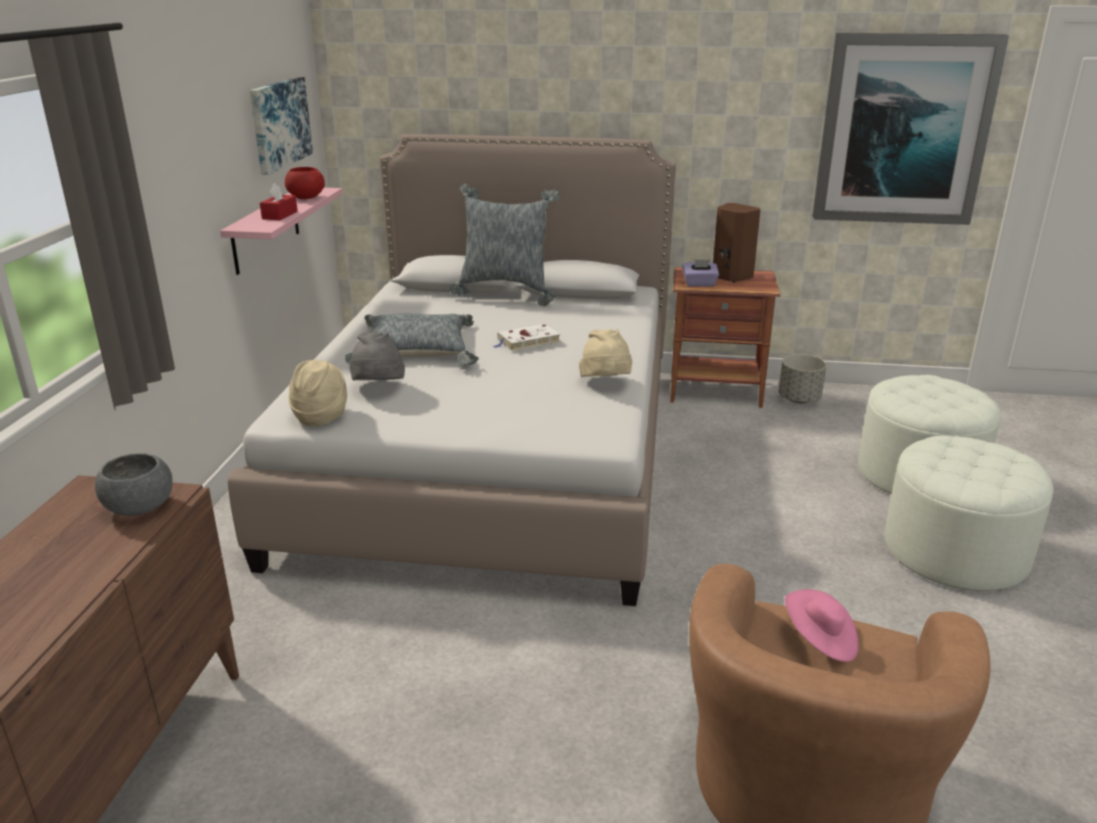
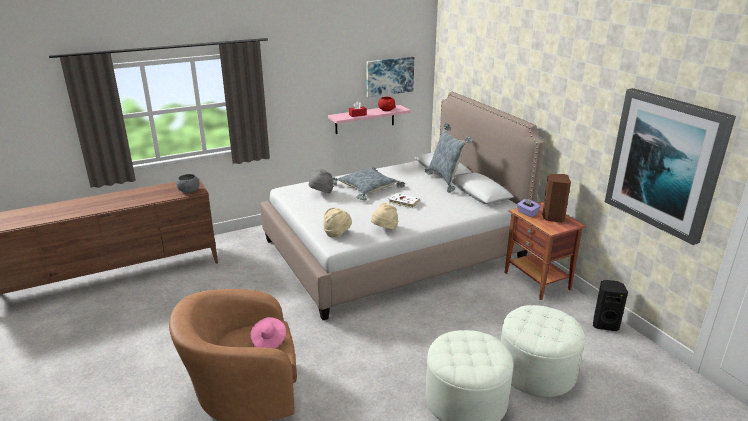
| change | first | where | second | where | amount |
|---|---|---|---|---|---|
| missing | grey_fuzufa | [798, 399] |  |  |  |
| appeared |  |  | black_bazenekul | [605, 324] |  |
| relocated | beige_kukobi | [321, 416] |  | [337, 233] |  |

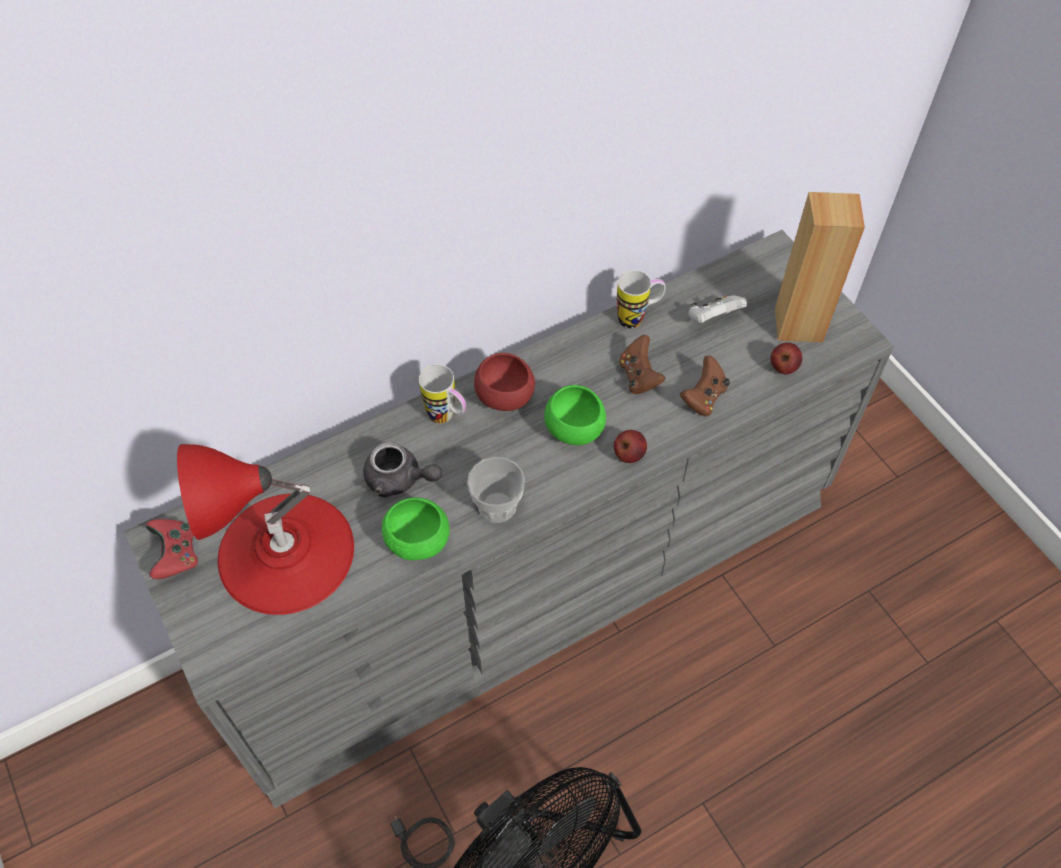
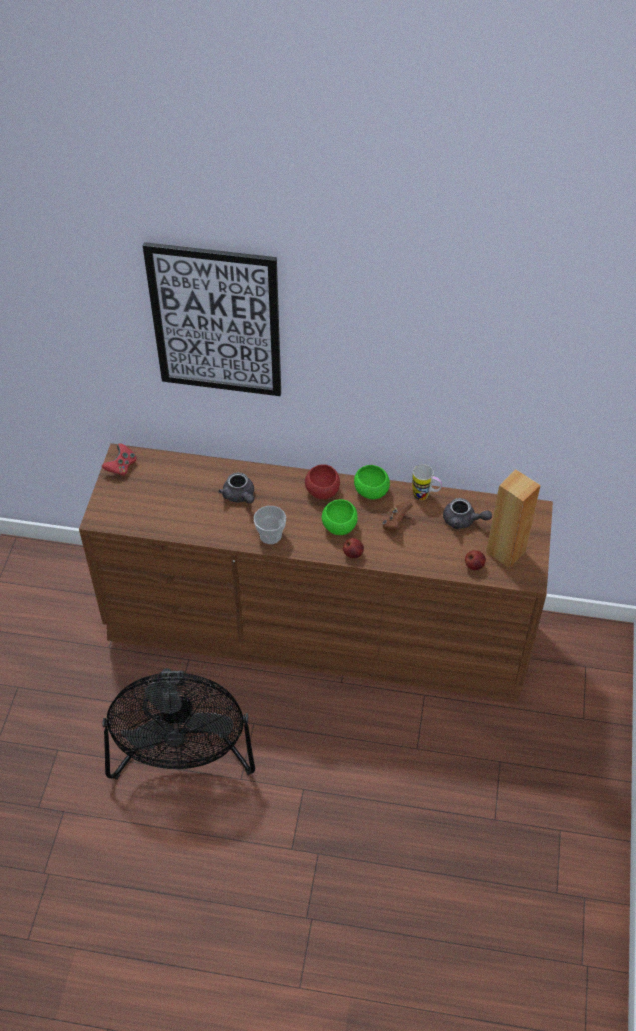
| change | first | where | second | where | amount |
|---|---|---|---|---|---|
| missing | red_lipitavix | [285, 552] |  |  |  |
| missing | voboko | [447, 418] |  |  |  |
| missing | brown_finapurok | [703, 398] |  |  |  |
| appeared |  |  | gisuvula | [216, 321] |  |
| relocated | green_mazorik | [418, 542] |  | [371, 492] |  |
| exchanged | white_finapurok | [712, 319] | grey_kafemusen | [463, 521] |  |
| colour | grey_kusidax | [529, 581] | brown_kusidax | [318, 626] |  |

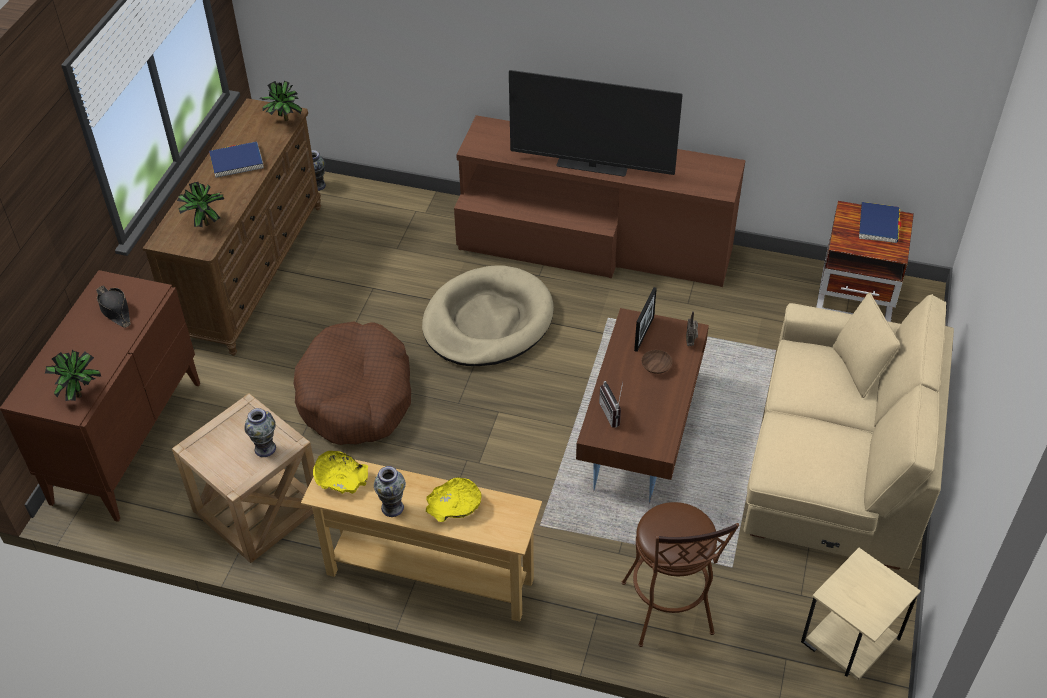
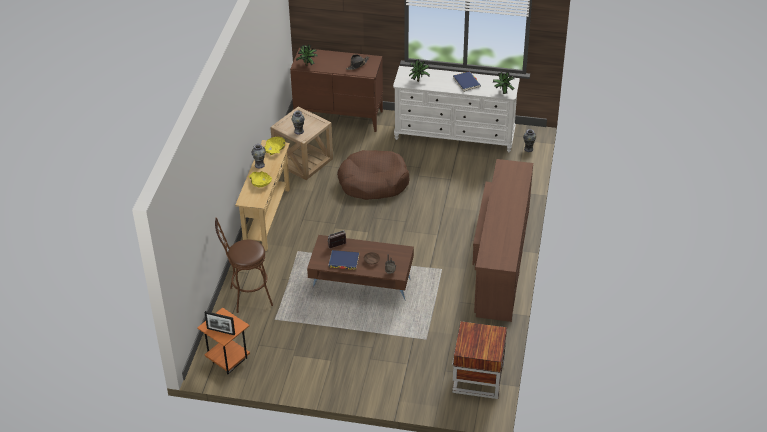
| change | first | where | second | where | amount |
|---|---|---|---|---|---|
| missing | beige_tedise | [487, 321] |  |  |  |
| missing | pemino | [591, 167] |  |  |  |
| missing | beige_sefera | [836, 468] |  |  |  |
| relocated | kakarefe | [644, 333] |  | [221, 331] |  |
| relocated | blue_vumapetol | [878, 225] |  | [344, 261] |  |
| colour | brown_kusidax | [252, 271] | white_kusidax | [455, 136] |  |
| colour | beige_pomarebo | [847, 647] | orange_pomarebo | [229, 360] |  |

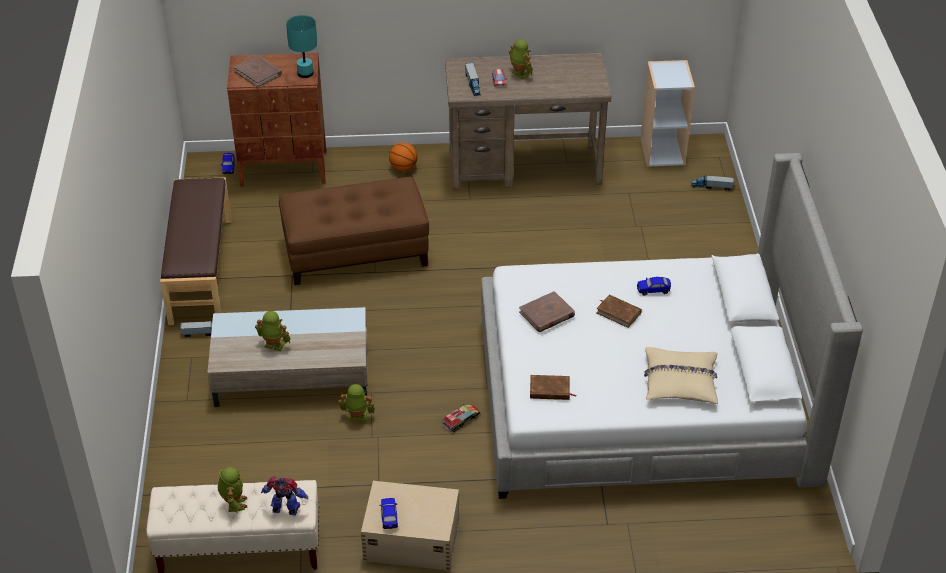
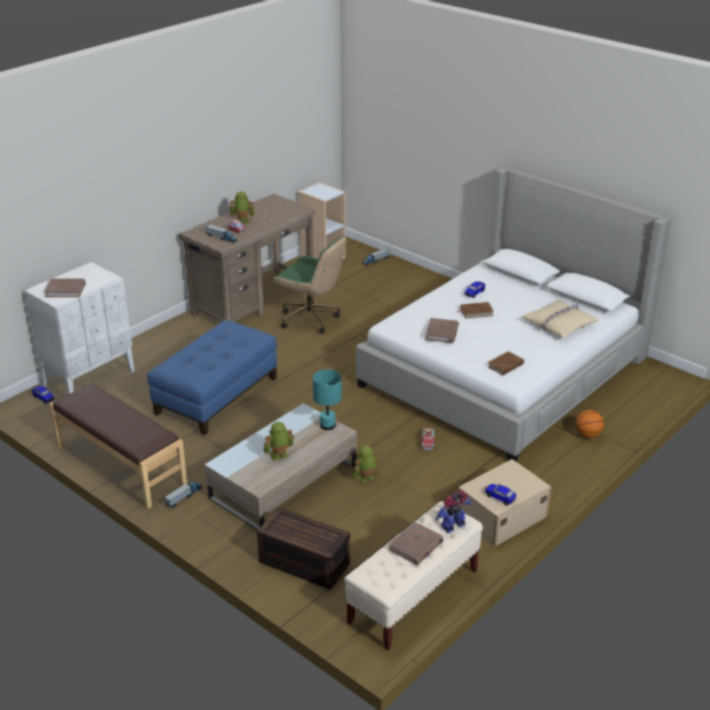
| change | first | where | second | where | amount |
|---|---|---|---|---|---|
| appeared |  |  | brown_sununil | [302, 563] |  |
| appeared |  |  | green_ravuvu | [311, 320] |  |
| relocated | turquoise_lipitavix | [305, 73] |  | [327, 425] |  |
| relocated | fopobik | [403, 168] |  | [588, 435] |  |
| exchanged | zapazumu | [233, 503] | brown_vumapetol | [416, 546] |  |
| colour | brown_kusidax | [284, 170] | white_kusidax | [90, 379] |  |
| colour | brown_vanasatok | [355, 251] | blue_vanasatok | [216, 395] |  |

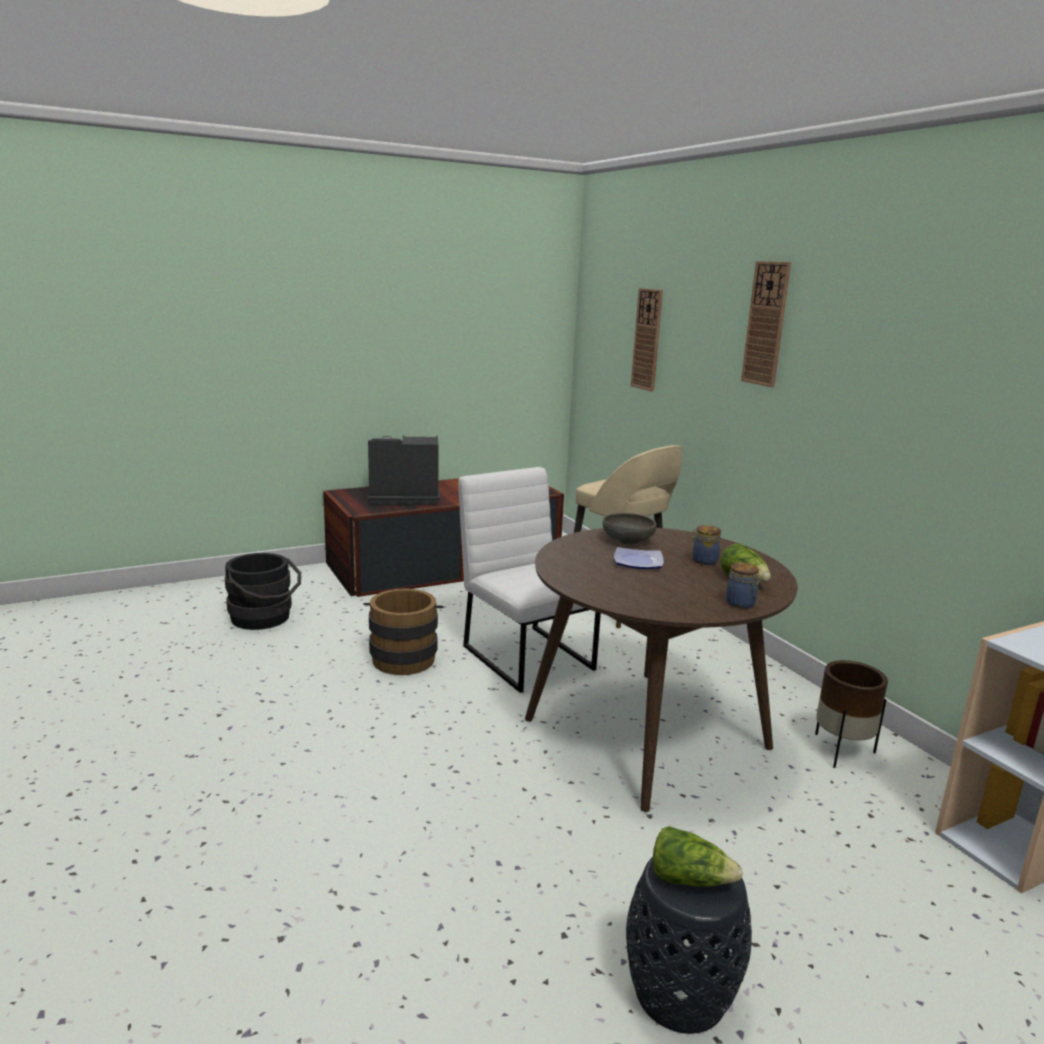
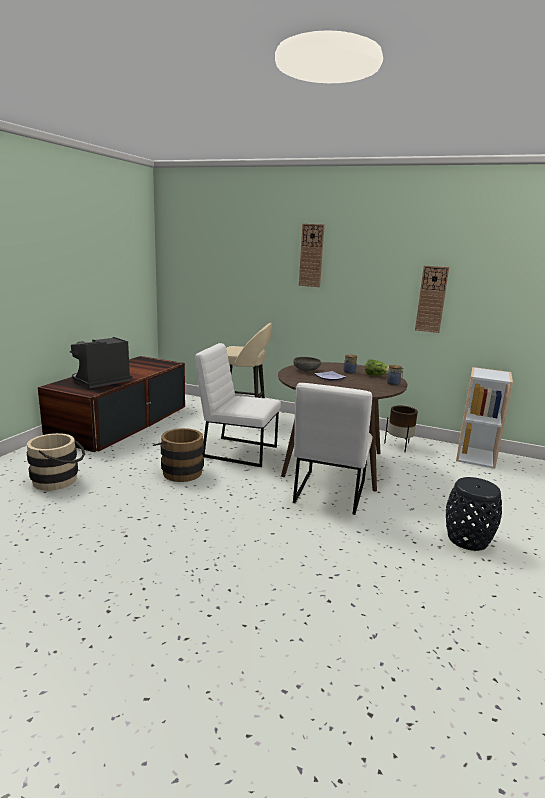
| change | first | where | second | where | amount |
|---|---|---|---|---|---|
| missing | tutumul | [689, 879] |  |  |  |
| appeared |  |  | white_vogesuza | [329, 492] |  |
| relocated | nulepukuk | [647, 339] |  | [431, 299] |  |
| colour | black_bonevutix | [265, 619] | beige_bonevutix | [59, 480] |  |

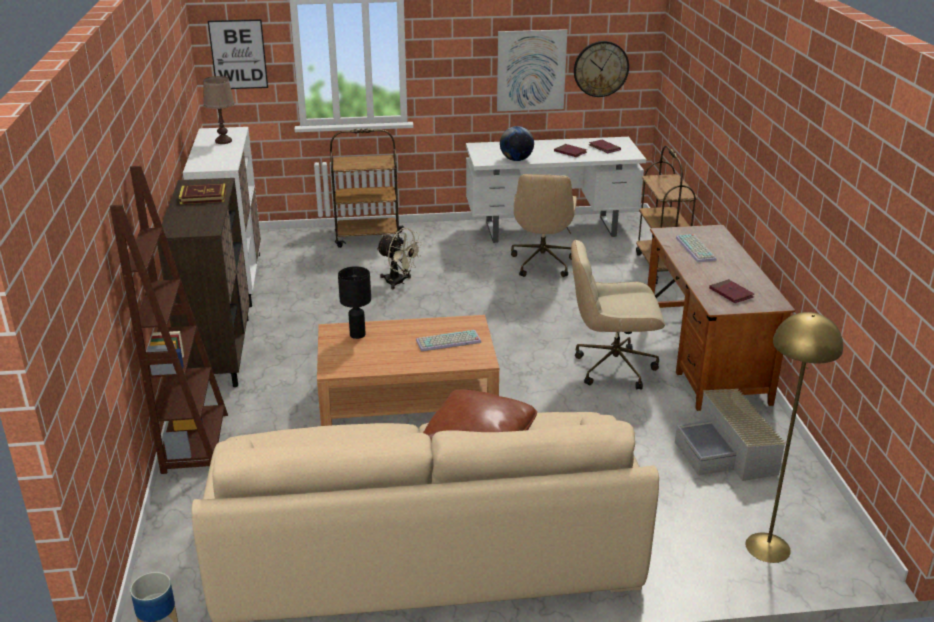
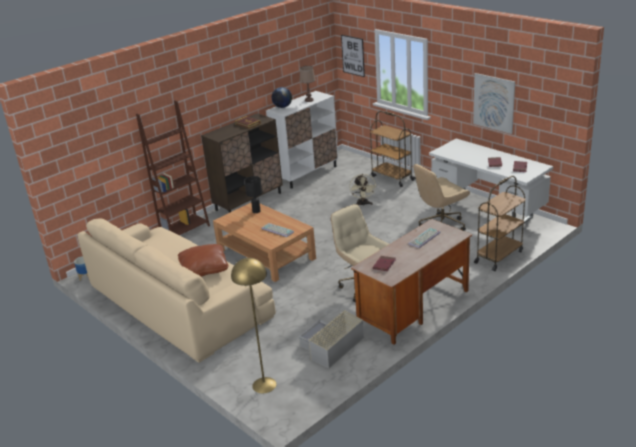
| change | first | where | second | where | amount |
|---|---|---|---|---|---|
| missing | nulepukuk | [601, 69] |  |  |  |
| relocated | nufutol | [516, 160] |  | [282, 107] |  |

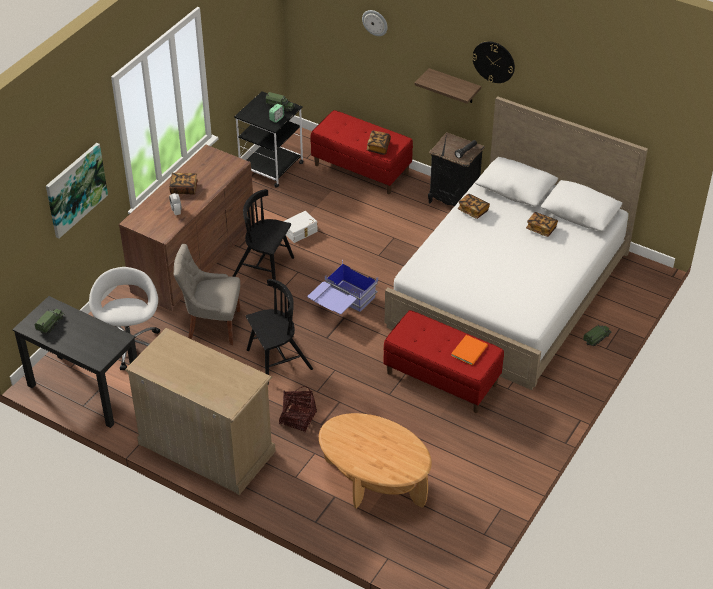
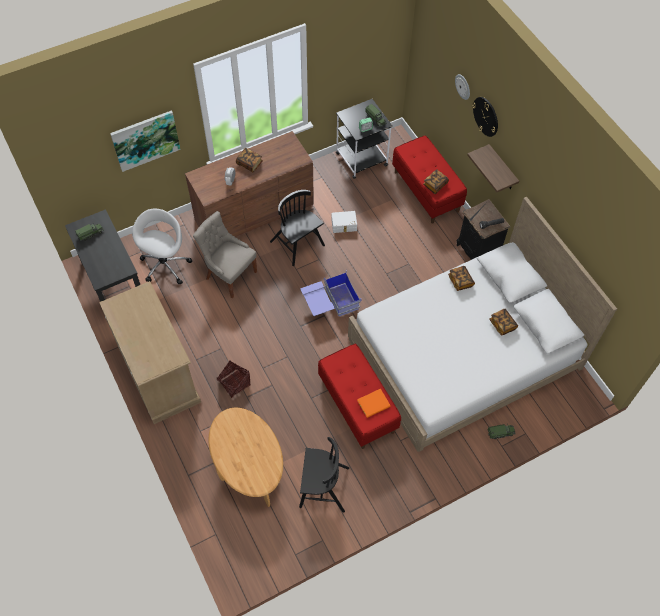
| change | first | where | second | where | amount |
|---|---|---|---|---|---|
| relocated | black_vogesuza | [275, 360] |  | [320, 487] |  |
| relocated | nulepukuk | [493, 61] |  | [486, 116] |  |

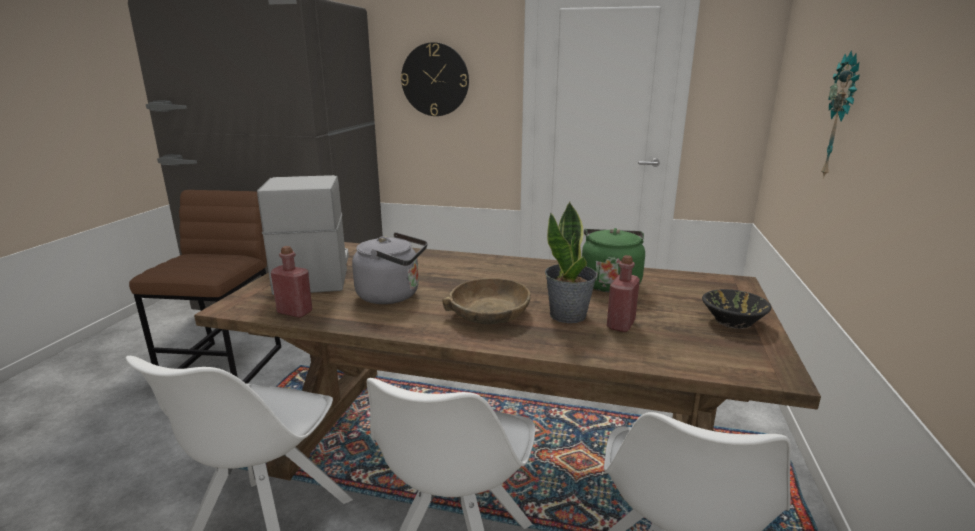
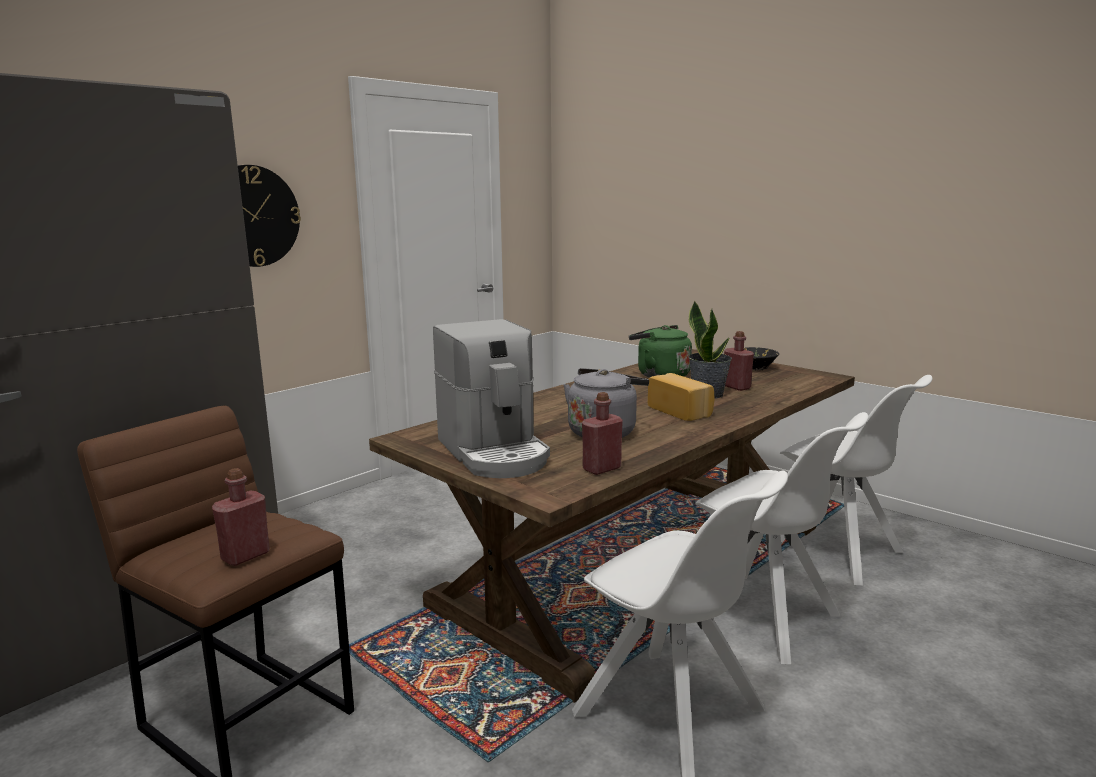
| change | first | where | second | where | amount |
|---|---|---|---|---|---|
| missing | nulepukuk | [842, 117] |  |  |  |
| appeared |  |  | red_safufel | [245, 556] |  |
| exchanged | brown_mazorik | [489, 313] | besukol | [681, 411] |  |
| spun | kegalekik | [314, 274] |  | [494, 453] | 135 degrees counterclockwise |

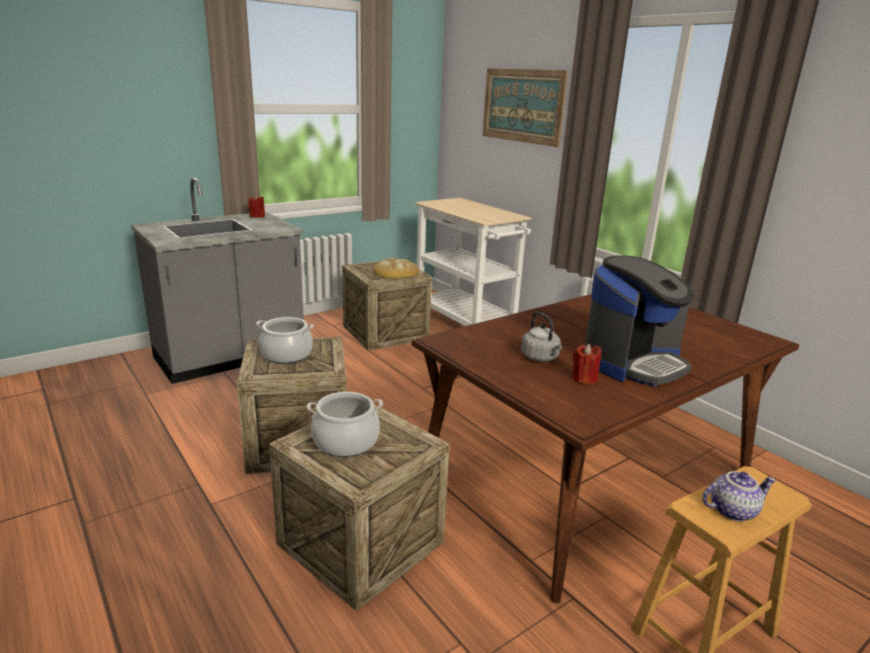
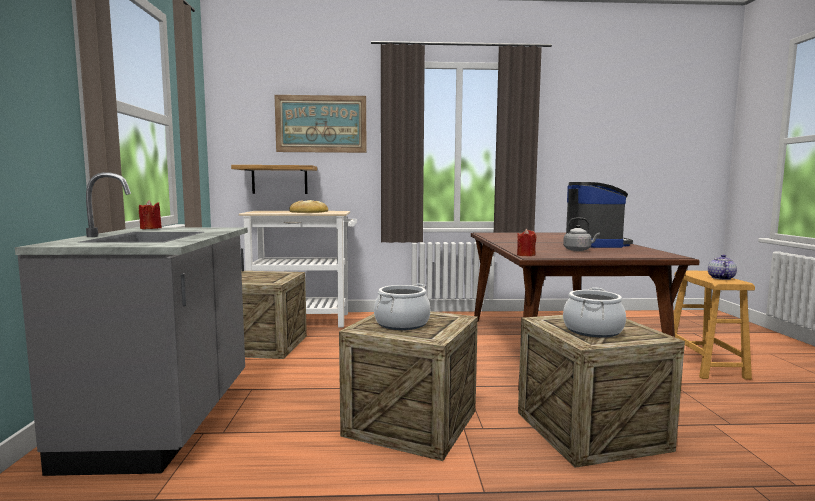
| change | first | where | second | where | amount |
|---|---|---|---|---|---|
| appeared |  |  | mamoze | [279, 180] |  |
| relocated | besukol | [395, 273] |  | [309, 212] |  |
| relocated | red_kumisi | [584, 378] |  | [526, 255] |  |

